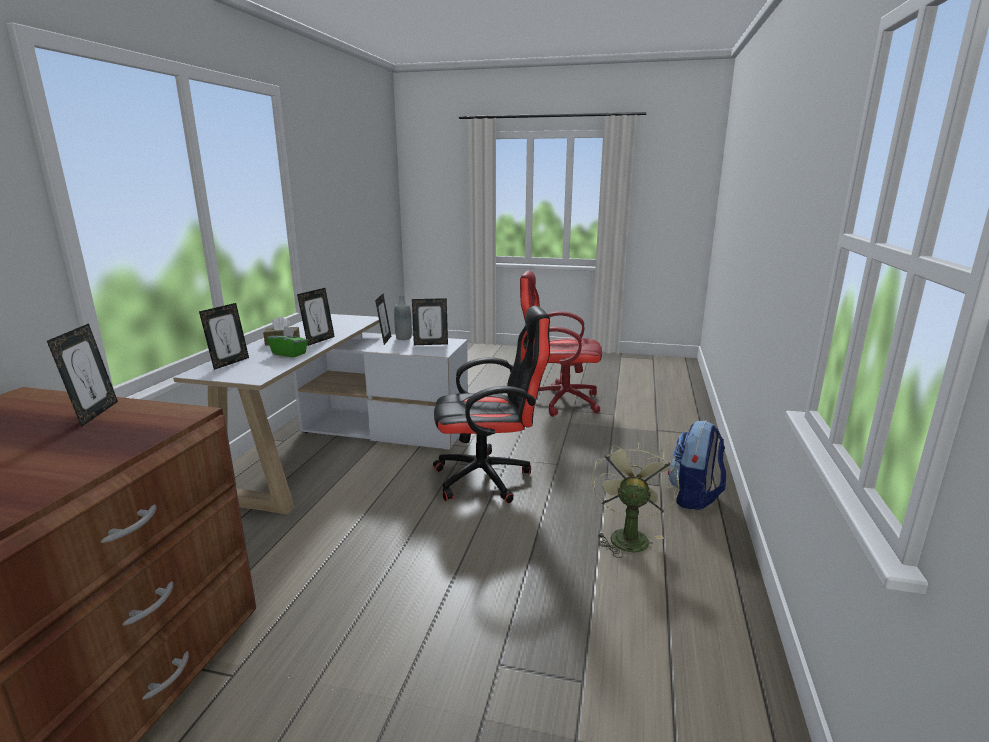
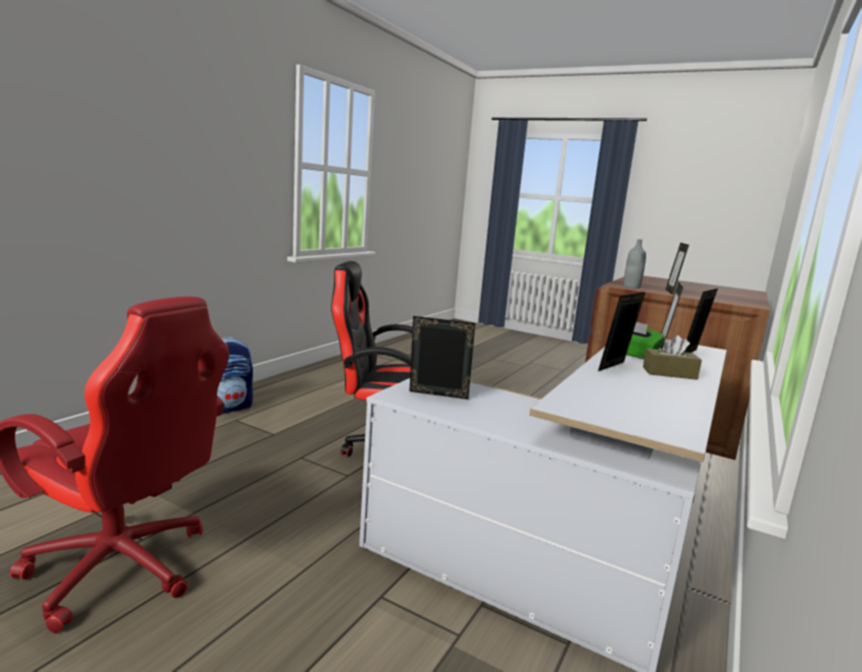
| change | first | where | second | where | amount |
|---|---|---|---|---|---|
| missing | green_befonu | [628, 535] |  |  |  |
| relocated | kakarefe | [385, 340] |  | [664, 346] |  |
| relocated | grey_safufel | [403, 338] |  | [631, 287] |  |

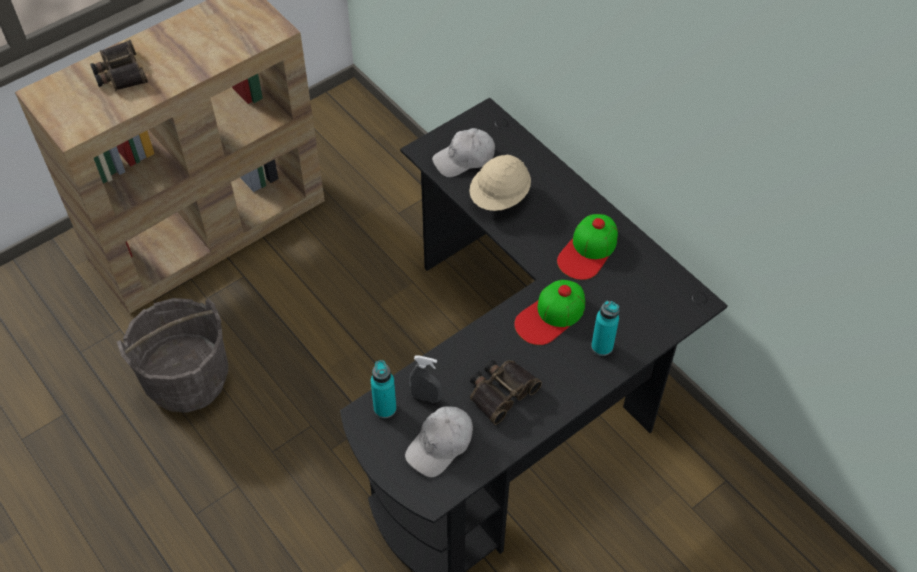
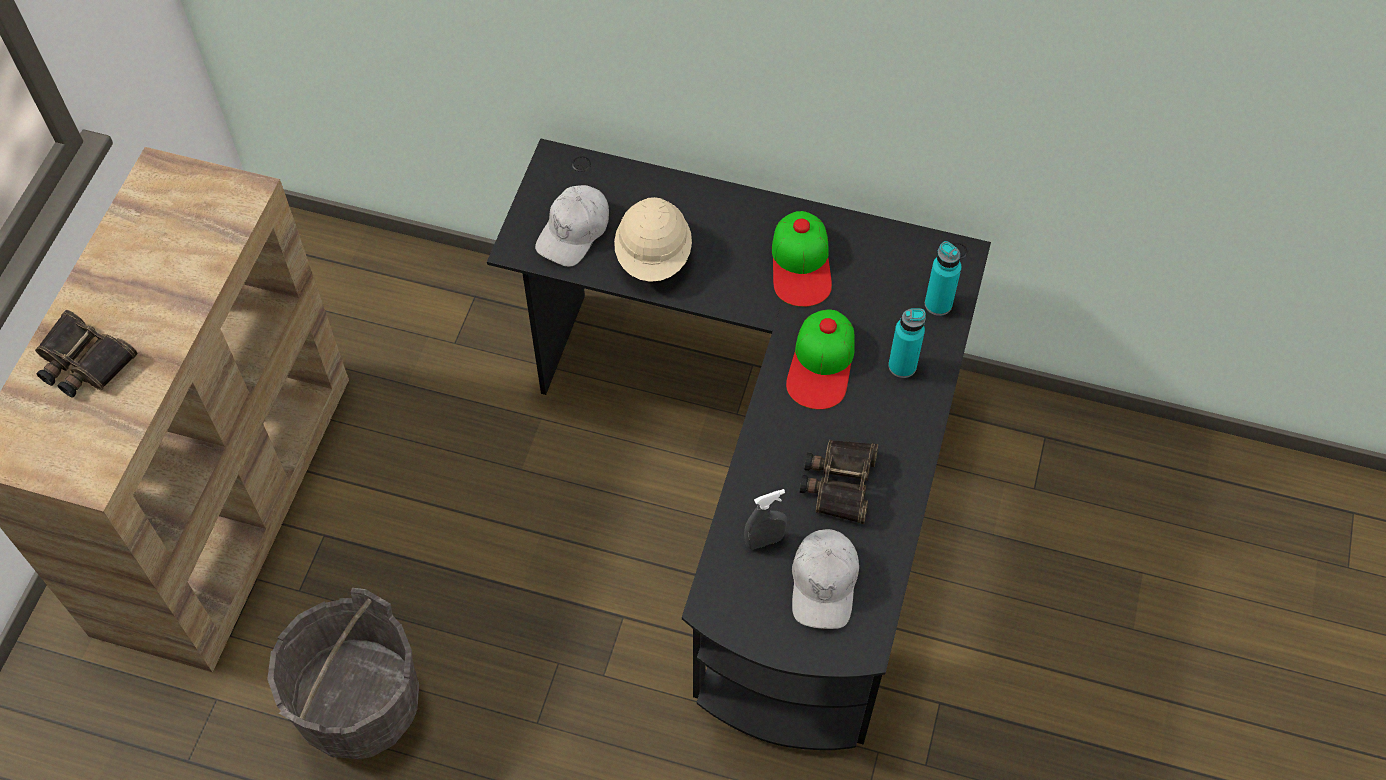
| change | first | where | second | where | amount |
|---|---|---|---|---|---|
| relocated | turquoise_safufel | [385, 408] |  | [938, 304] |  |

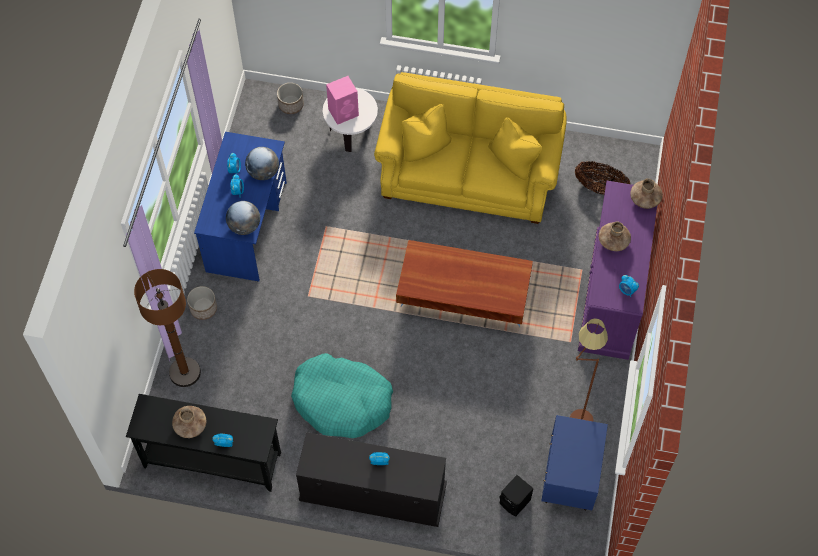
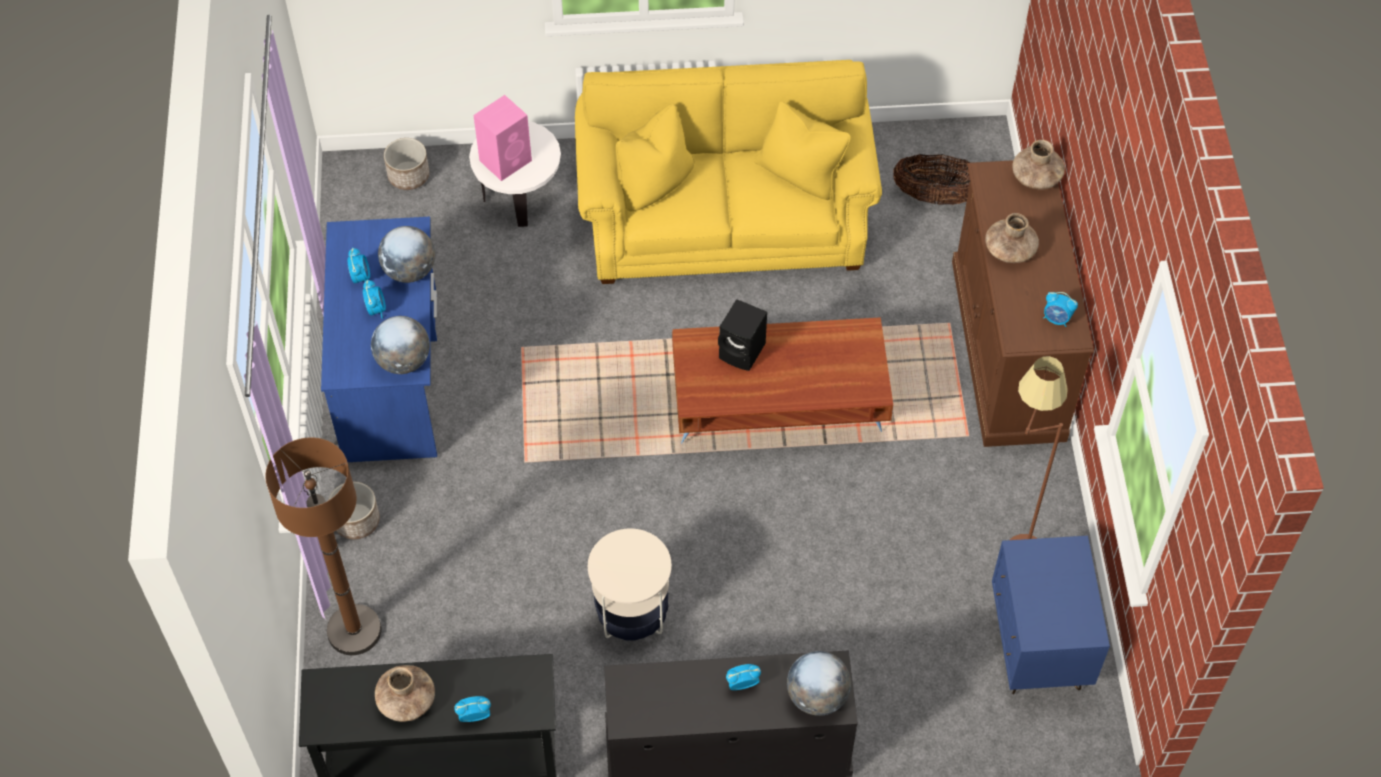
| change | first | where | second | where | amount |
|---|---|---|---|---|---|
| appeared |  |  | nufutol | [817, 697] |  |
| relocated | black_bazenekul | [515, 502] |  | [743, 352] |  |
| exchanged | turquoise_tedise | [342, 401] | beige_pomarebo | [631, 614] |  |
| colour | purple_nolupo | [611, 295] | brown_nolupo | [1007, 350] |  |

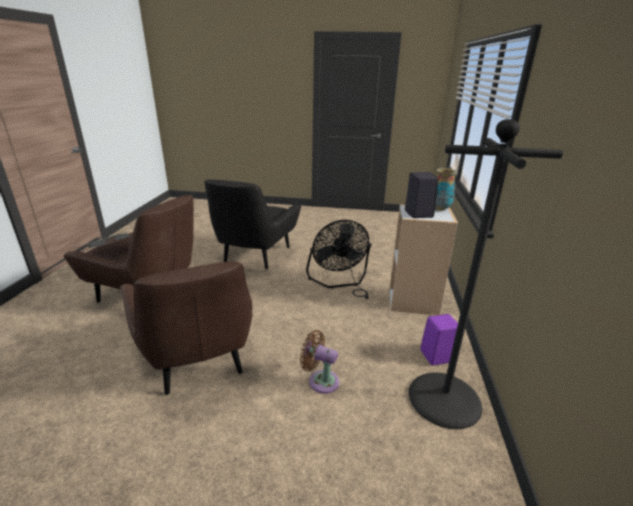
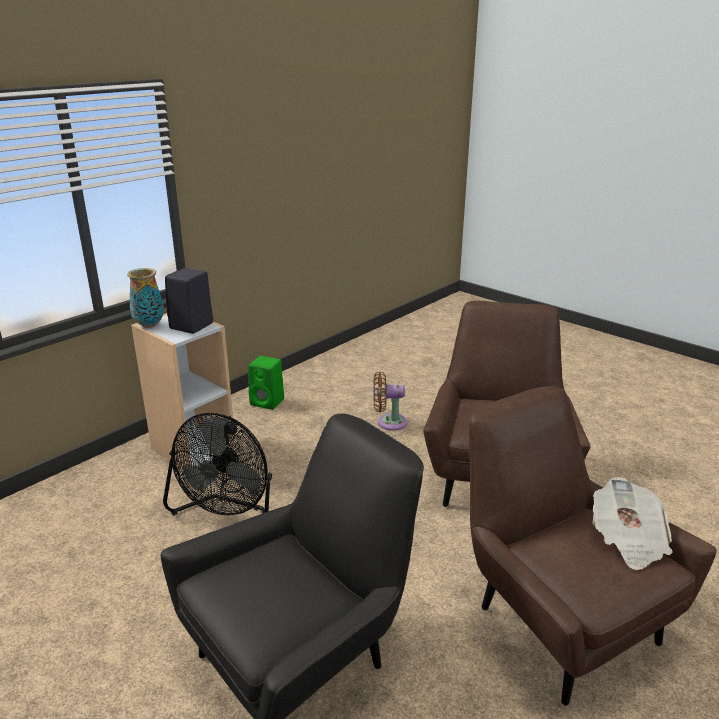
| change | first | where | second | where | amount |
|---|---|---|---|---|---|
| missing | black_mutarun | [444, 399] |  |  |  |
| colour | purple_bazenekul | [436, 356] | green_bazenekul | [268, 402] |  |
| spun | brown_befonu | [320, 380] |  | [388, 422] | 120 degrees clockwise |

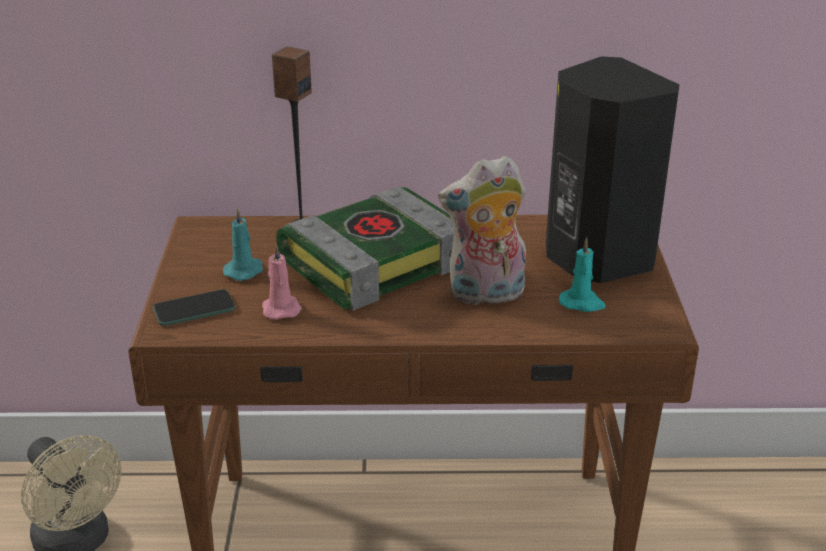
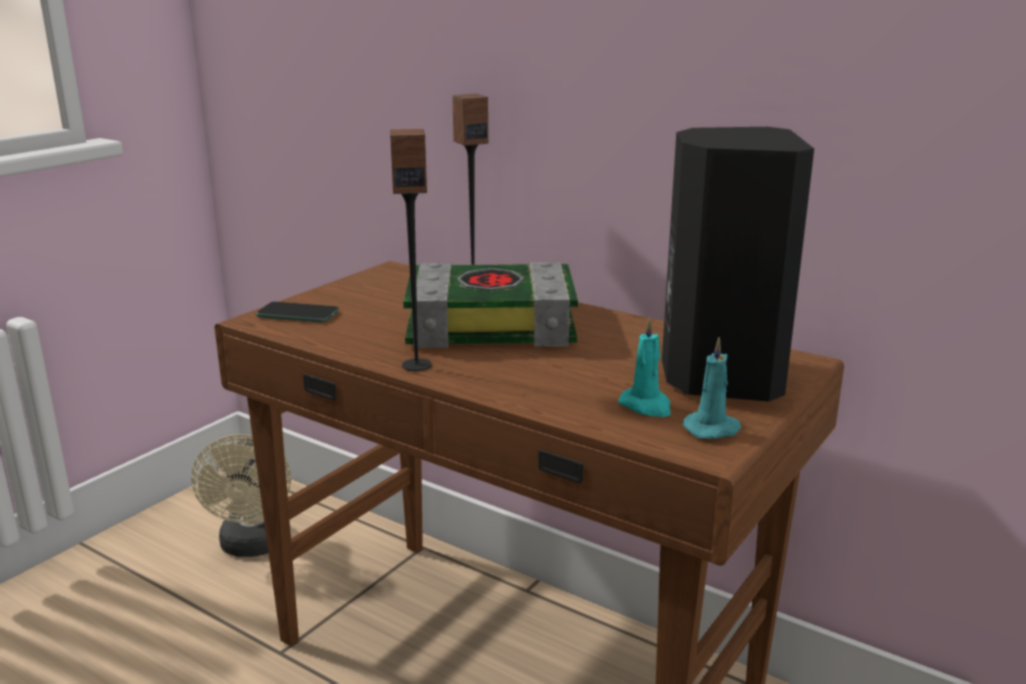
| change | first | where | second | where | amount |
|---|---|---|---|---|---|
| missing | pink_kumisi | [280, 308] |  |  |  |
| missing | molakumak | [485, 295] |  |  |  |
| appeared |  |  | bazenekul | [416, 365] |  |
| relocated | turquoise_kumisi | [245, 271] |  | [713, 429] |  |

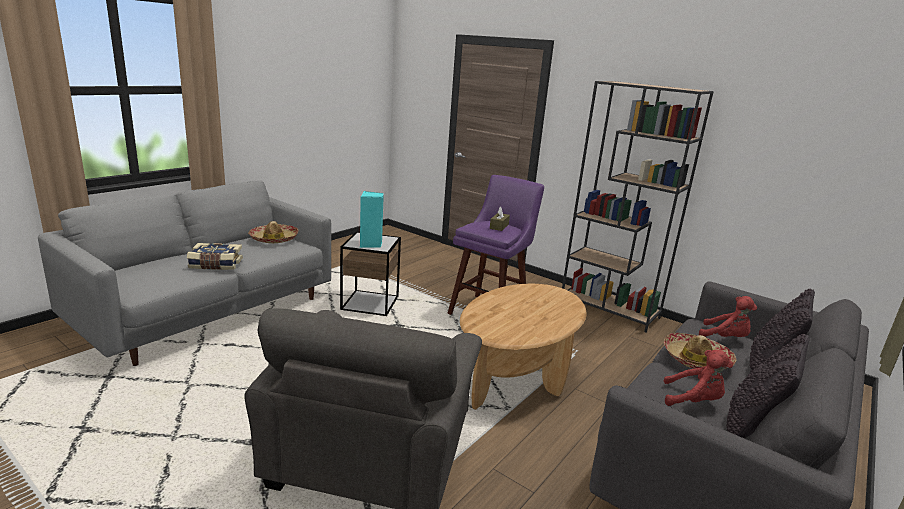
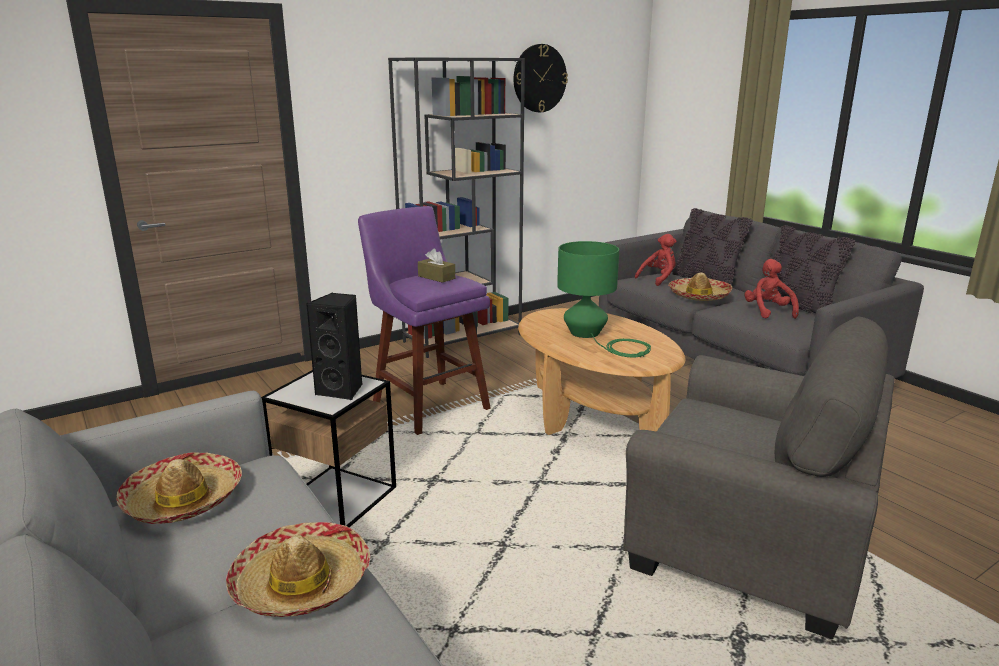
| change | first | where | second | where | amount |
|---|---|---|---|---|---|
| appeared |  |  | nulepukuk | [539, 78] |  |
| appeared |  |  | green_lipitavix | [601, 338] |  |
| exchanged | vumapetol | [215, 265] | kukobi | [301, 583] |  |
| colour | turquoise_bazenekul | [371, 244] | black_bazenekul | [342, 390] |  |
| spun | red_molakumak | [693, 401] |  | [768, 311] | 45 degrees counterclockwise |

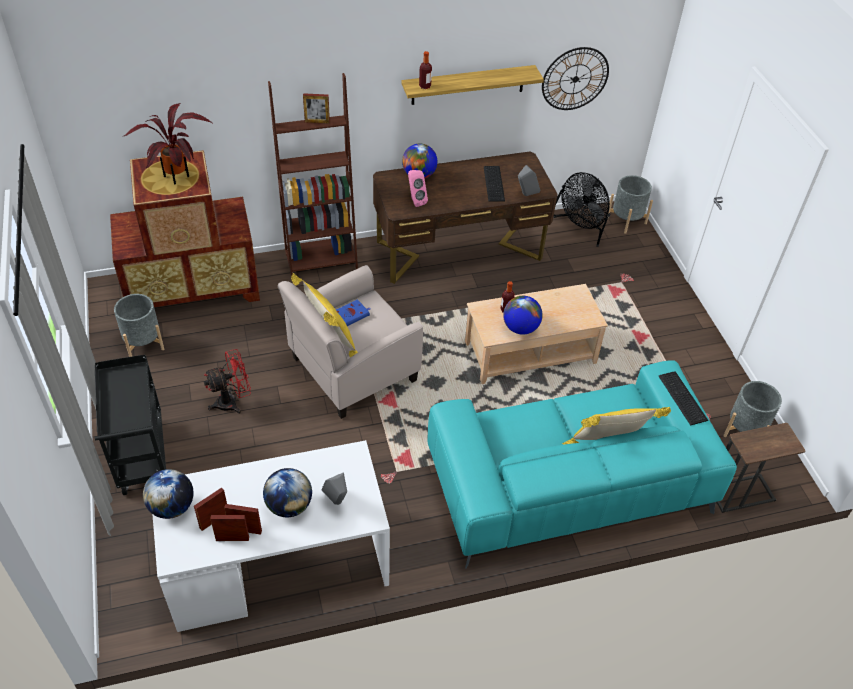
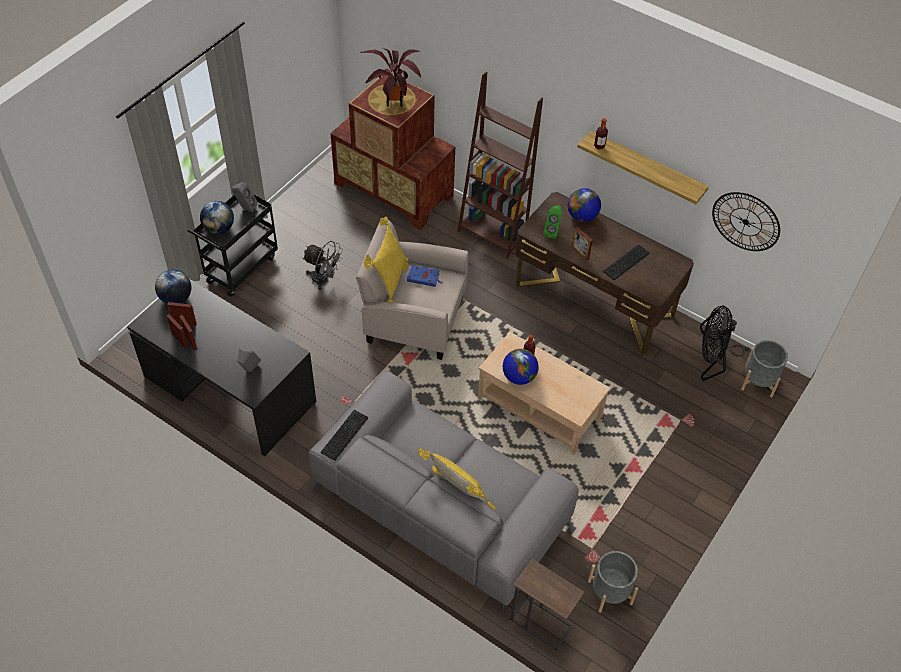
| change | first | where | second | where | amount |
|---|---|---|---|---|---|
| missing | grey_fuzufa | [143, 342] |  |  |  |
| relocated | nufutol | [289, 506] |  | [219, 229] |  |
| relocated | kakarefe | [317, 122] |  | [580, 253] |  |
| relocated | grey_bazenekul | [526, 195] |  | [246, 208] |  |
| relocated | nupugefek | [682, 399] |  | [343, 435] |  |
| colour | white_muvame | [277, 564] | black_muvame | [229, 390] |  |
| colour | red_befonu | [232, 402] | grey_befonu | [324, 279] |  |
| colour | pink_bazenekul | [415, 201] | green_bazenekul | [552, 232] |  |
| colour | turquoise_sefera | [568, 484] | grey_sefera | [440, 505] |  |

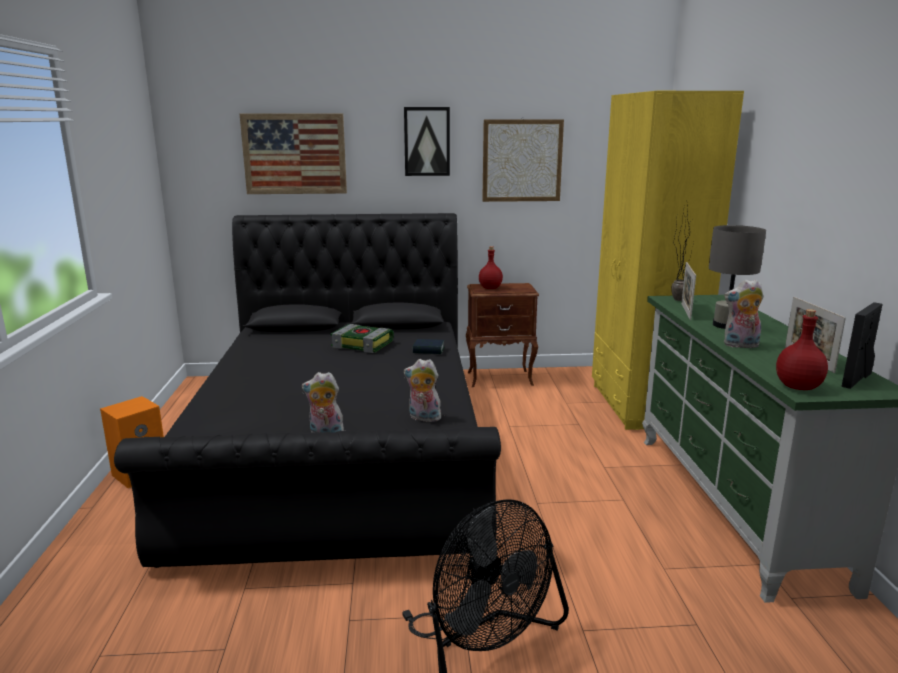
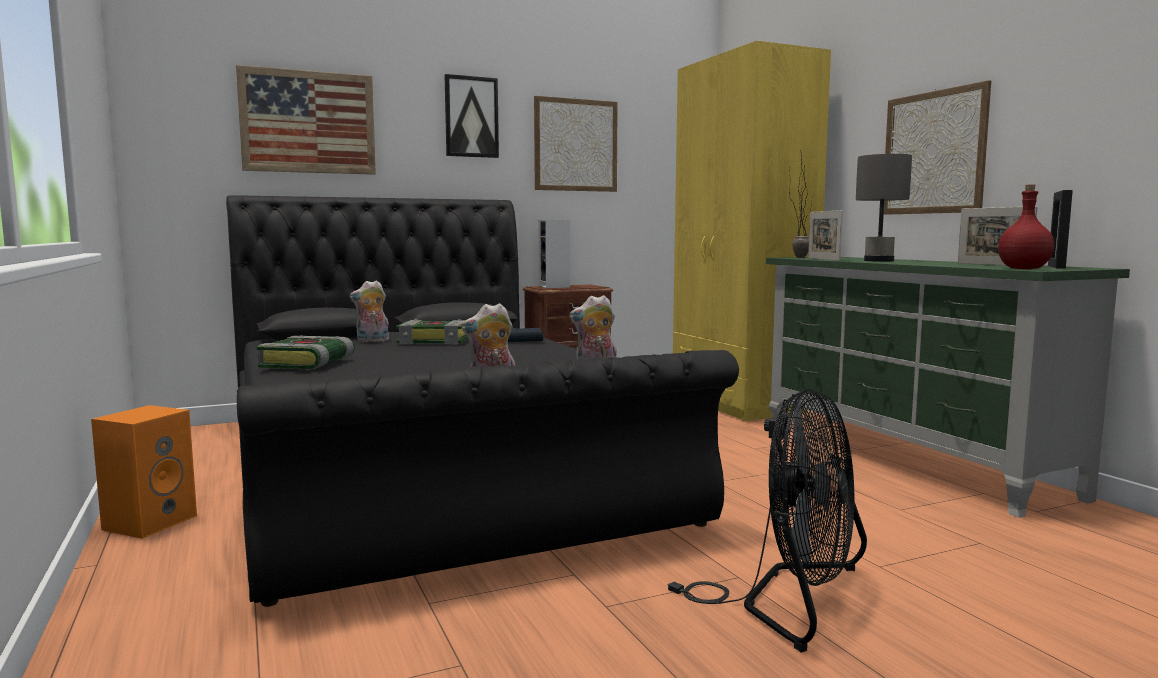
| change | first | where | second | where | amount |
|---|---|---|---|---|---|
| appeared |  |  | vumapetol | [308, 364] |  |
| appeared |  |  | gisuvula | [934, 151] |  |
| relocated | molakumak | [740, 345] |  | [372, 341] |  |
| exchanged | red_safufel | [490, 288] | bazenekul | [555, 287] |  |

